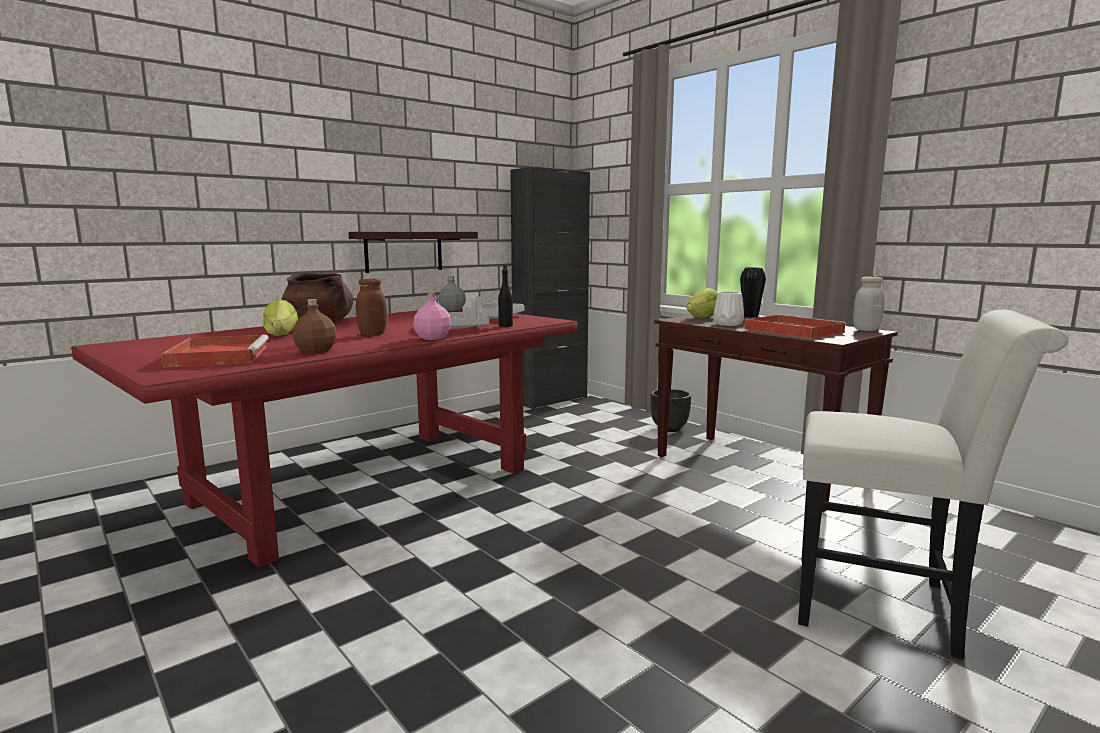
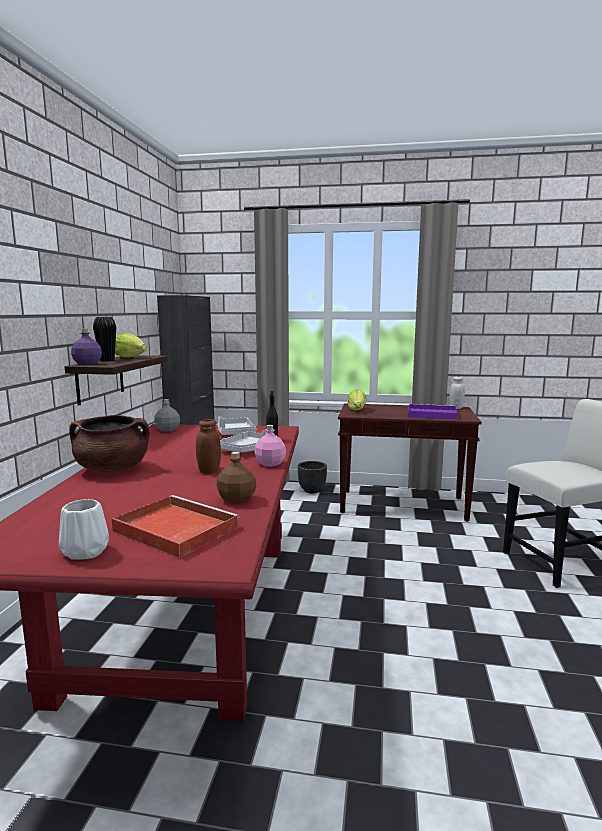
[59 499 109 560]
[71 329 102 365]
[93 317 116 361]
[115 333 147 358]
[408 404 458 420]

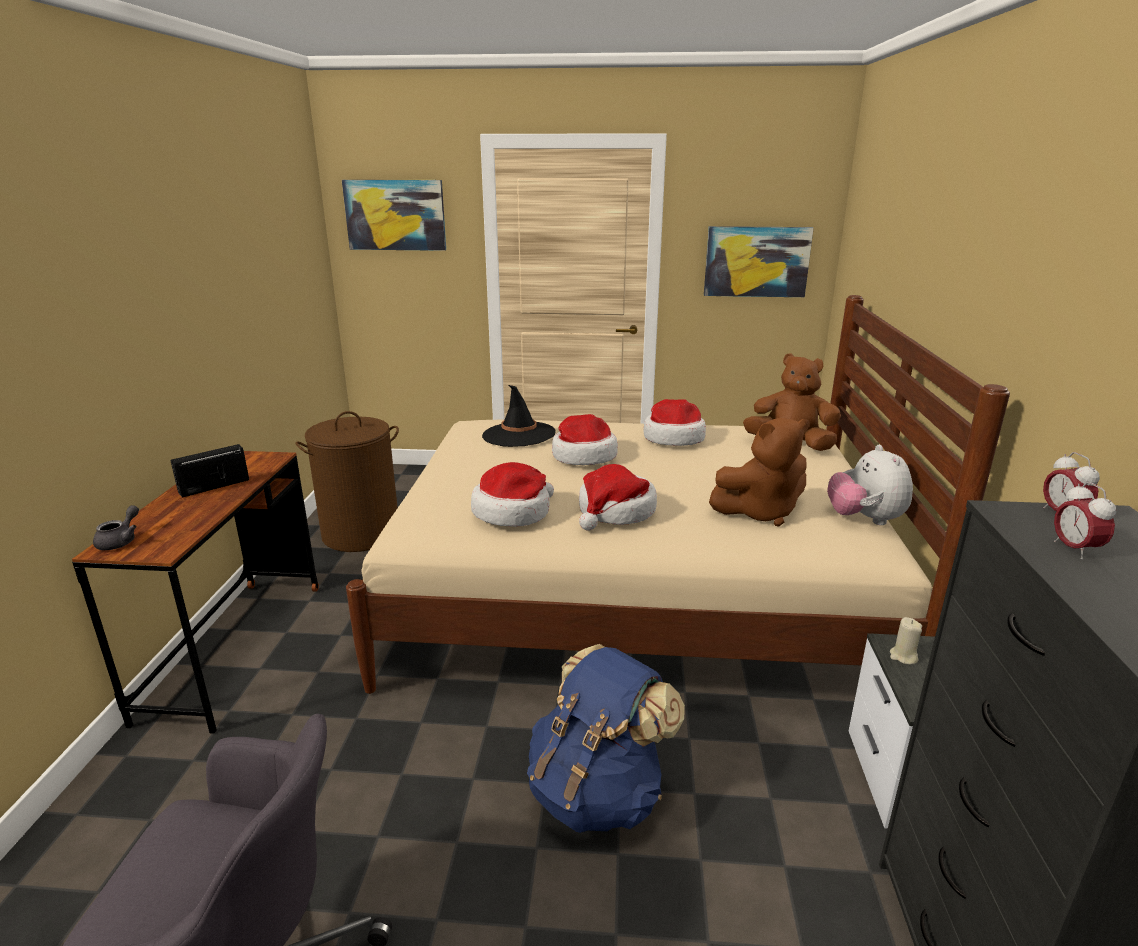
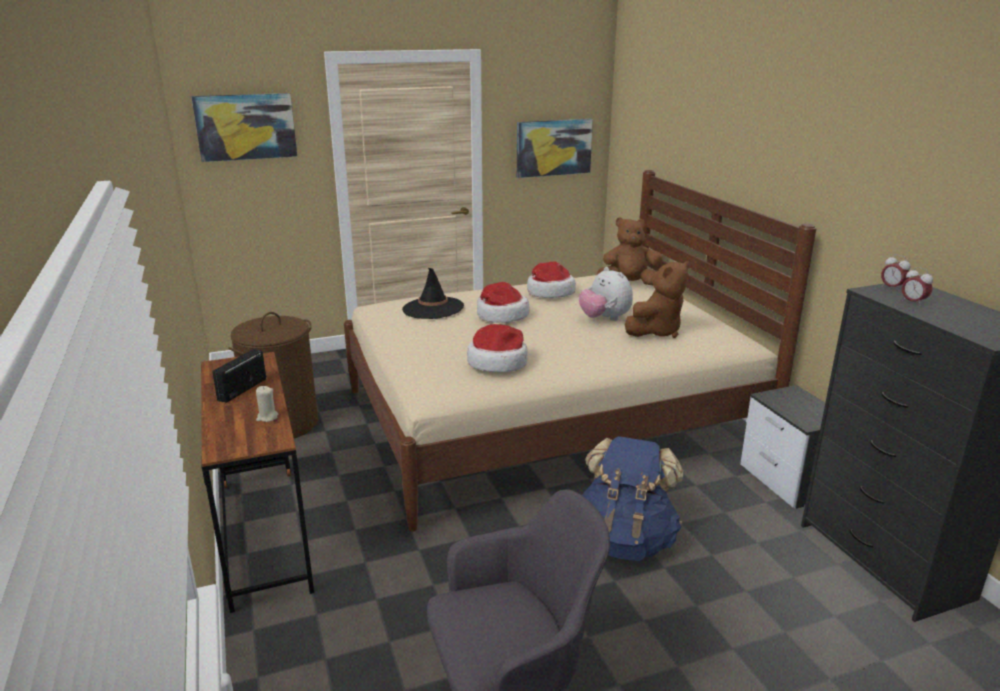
[256 386 278 422]
[579 267 633 321]
[93 505 139 550] (first image)
[579 464 657 531] (first image)

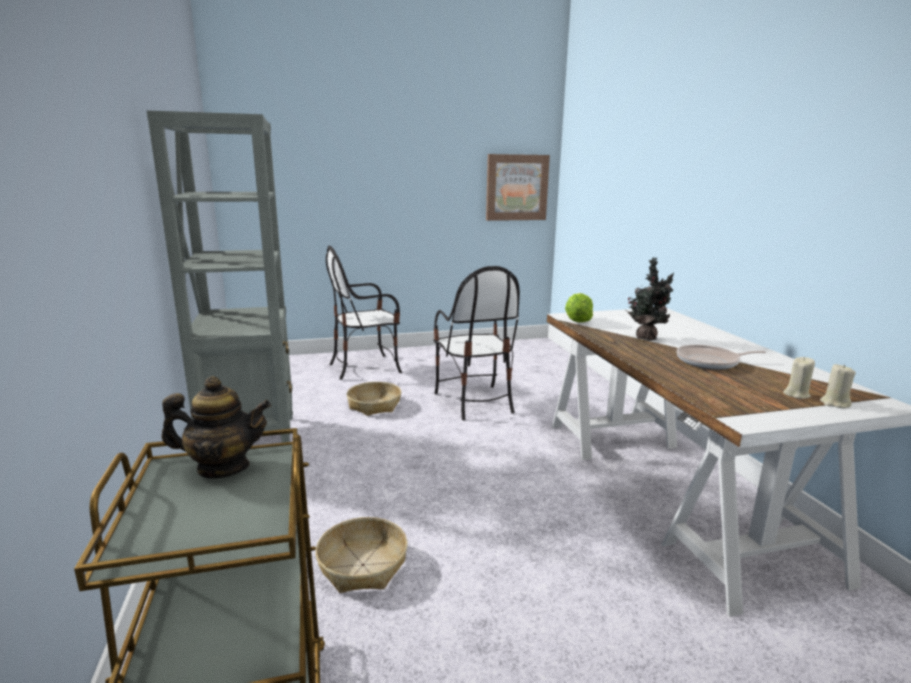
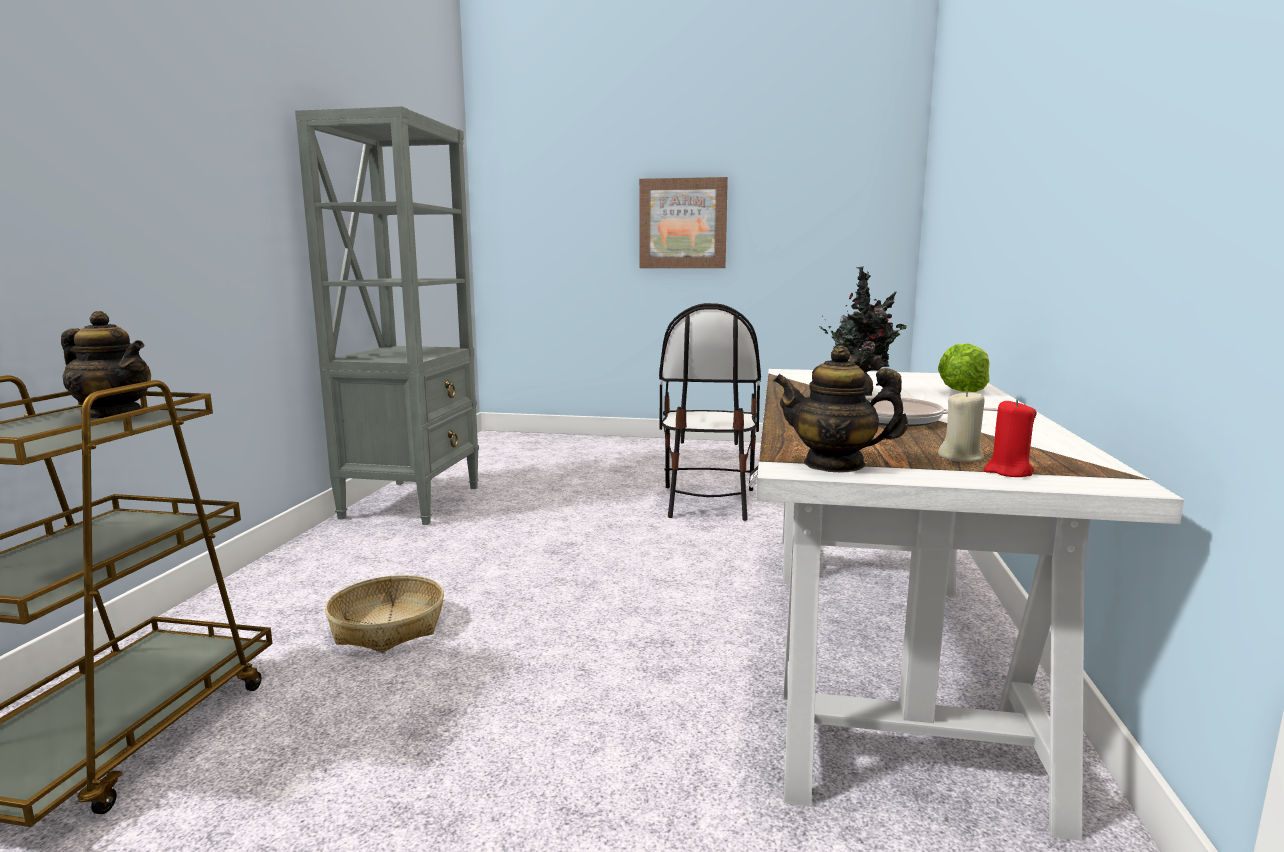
[639 177 728 268]
[773 346 908 473]
[938 344 990 392]
[984 399 1037 477]
[326 245 402 380] (first image)
[347 382 401 416] (first image)

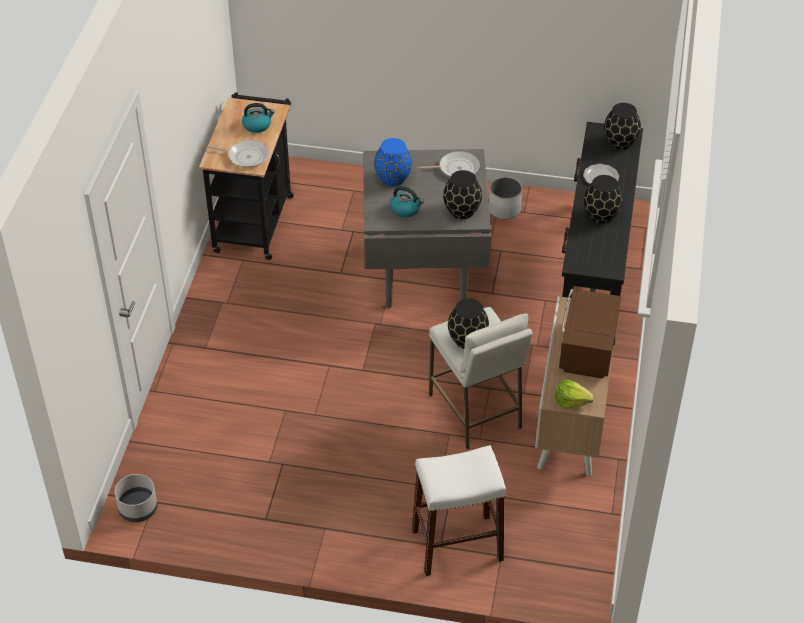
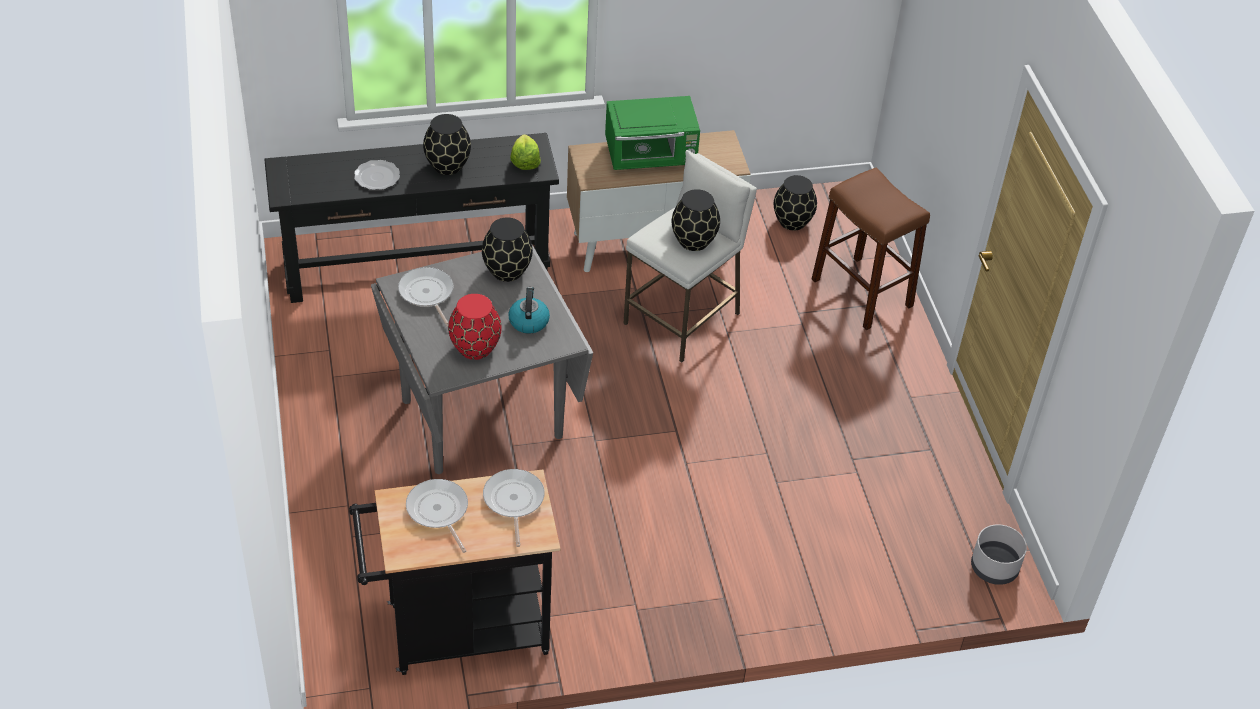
[406 479 468 553]
[448 294 502 360]
[510 134 541 170]
[605 96 700 170]
[774 175 817 230]
[812 168 930 330]
[489 177 522 220] (first image)

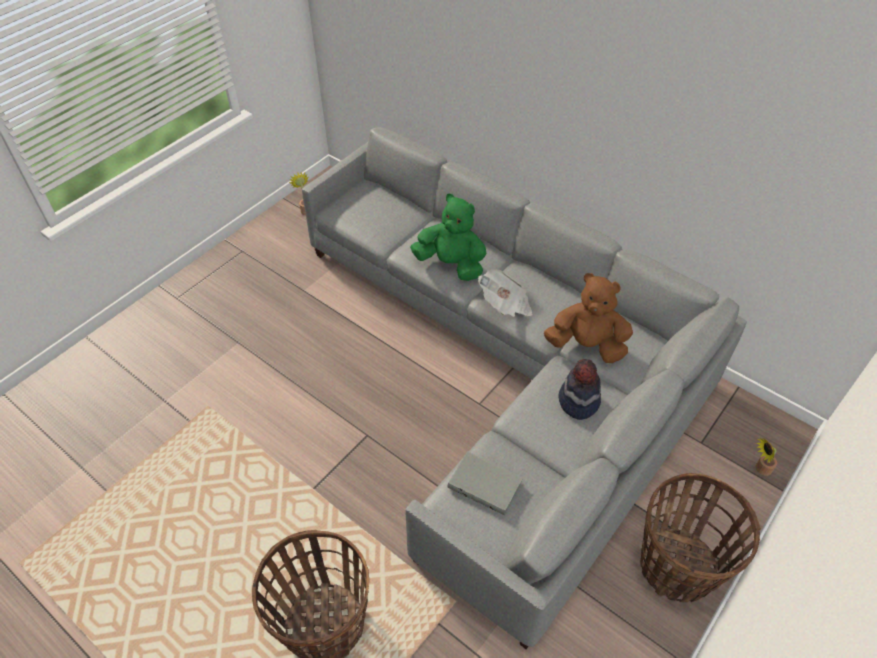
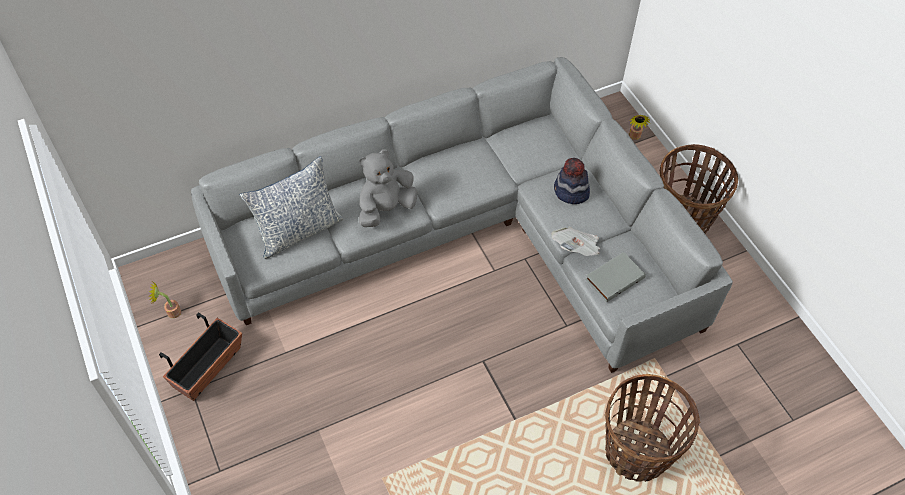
[159 313 242 401]
[240 156 343 259]
[359 150 417 227]
[551 227 600 256]
[544 273 633 363] (first image)

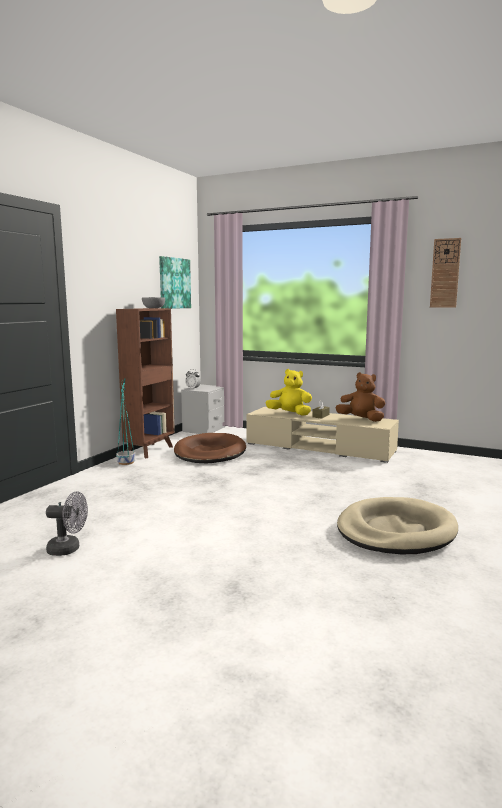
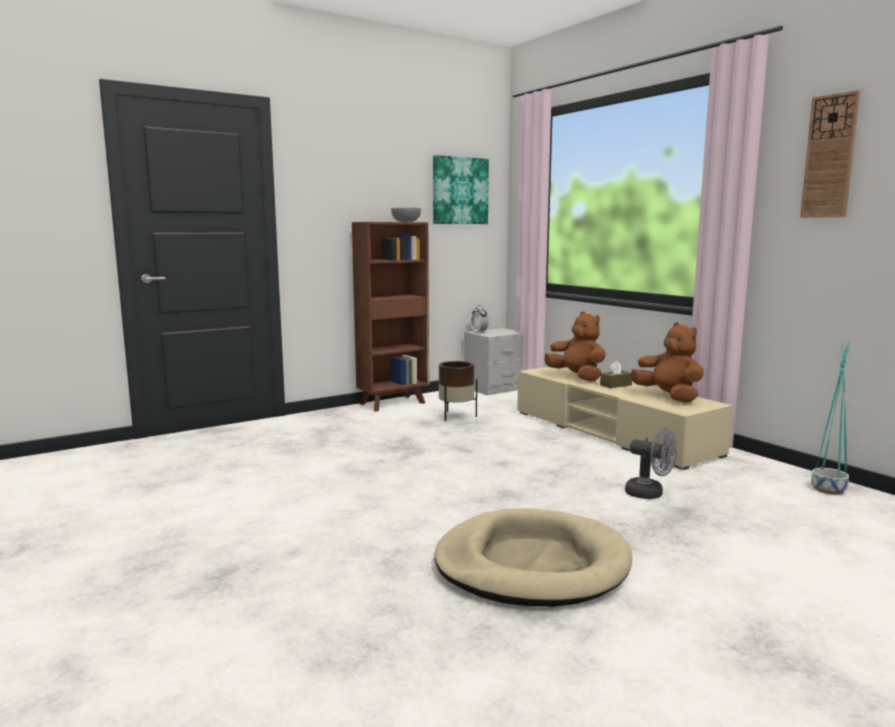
[439 361 477 421]
[544 312 606 381]
[625 428 678 499]
[811 342 849 494]

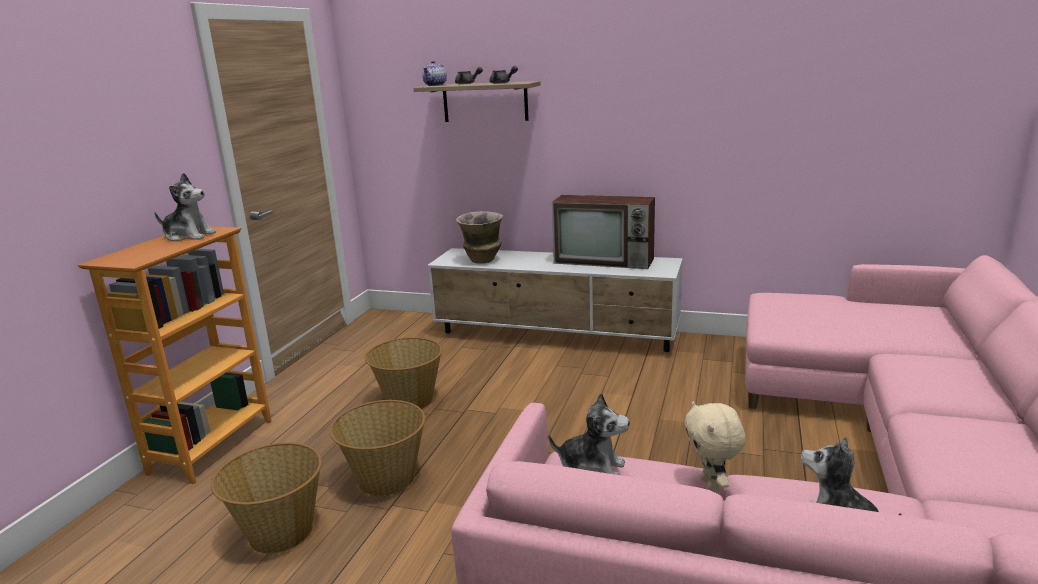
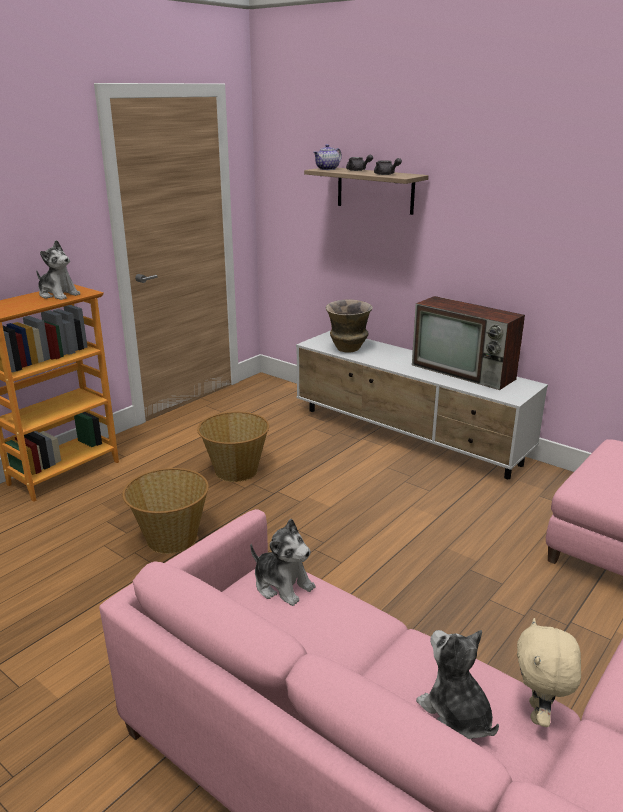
[517 618 581 727]
[211 442 322 554] (first image)

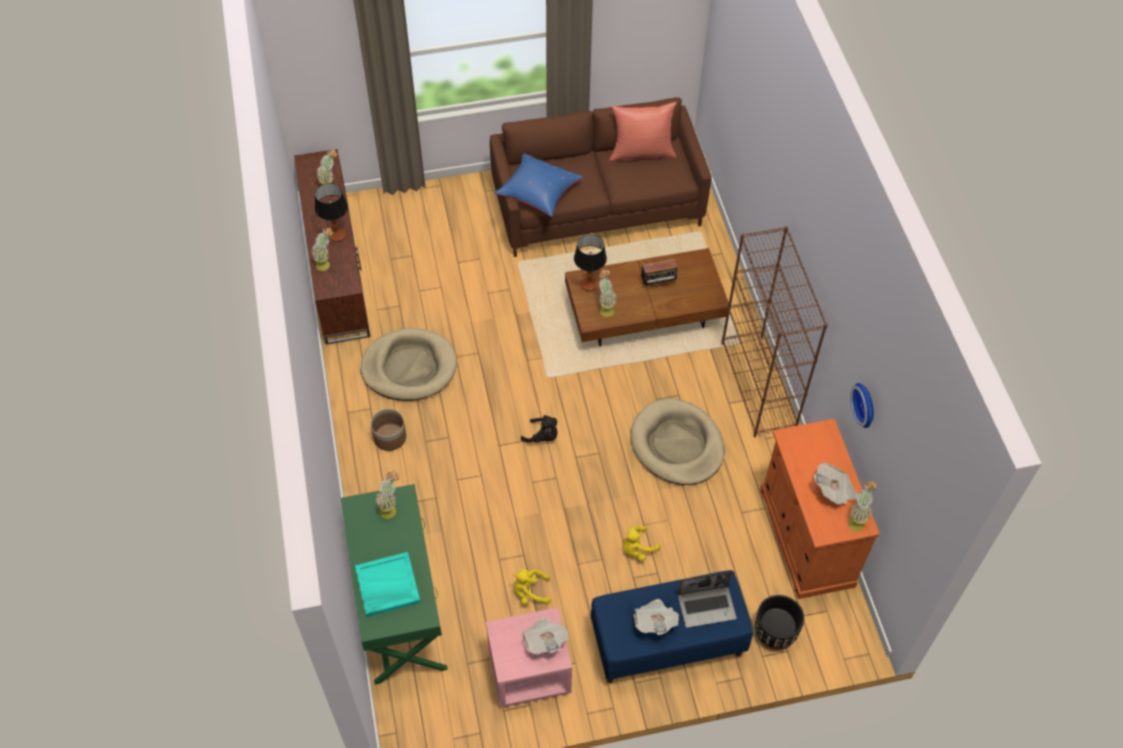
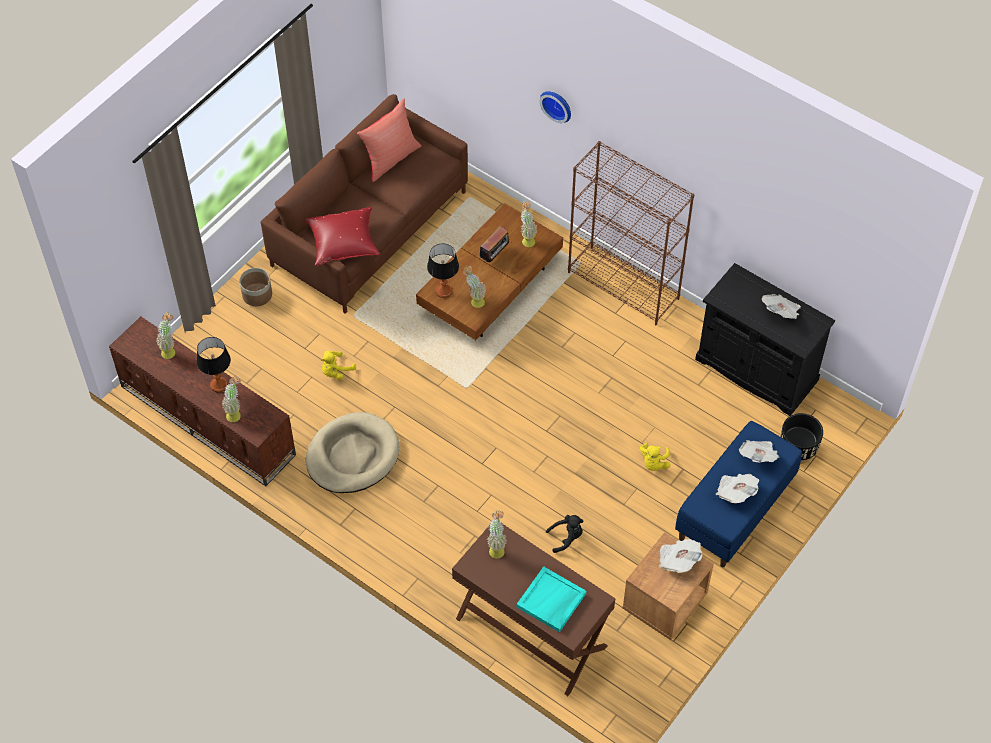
[239 268 272 306]
[305 207 380 266]
[321 351 356 380]
[452 520 615 696]
[520 201 537 247]
[540 91 571 123]
[546 515 583 553]
[622 532 714 640]
[695 263 835 416]
[739 440 779 462]
[630 398 725 485] (first image)

